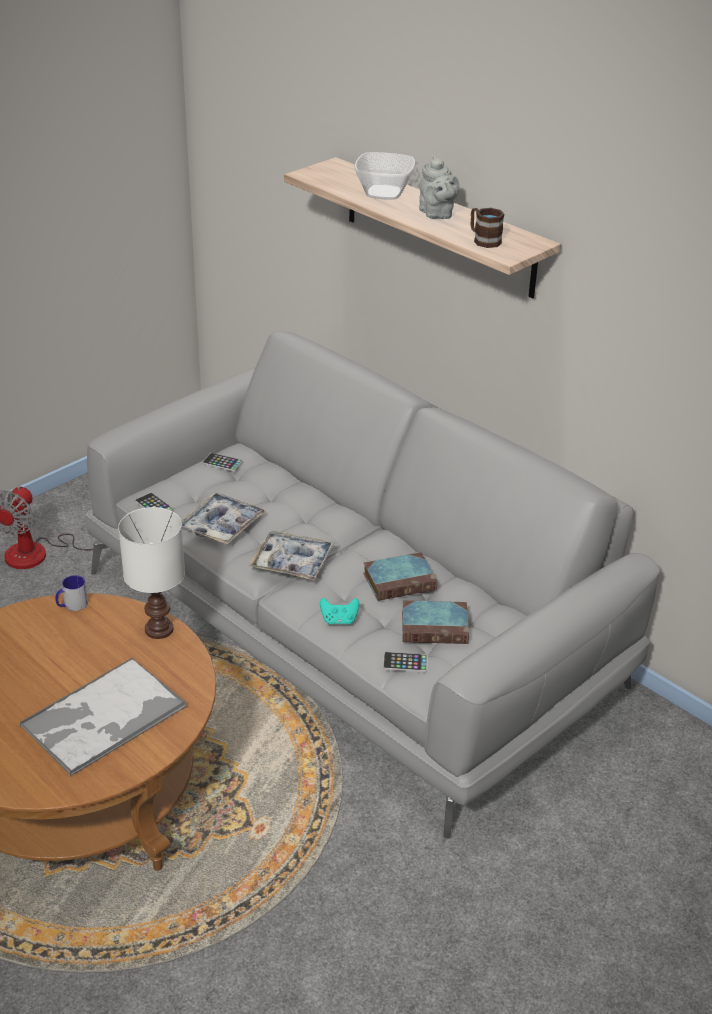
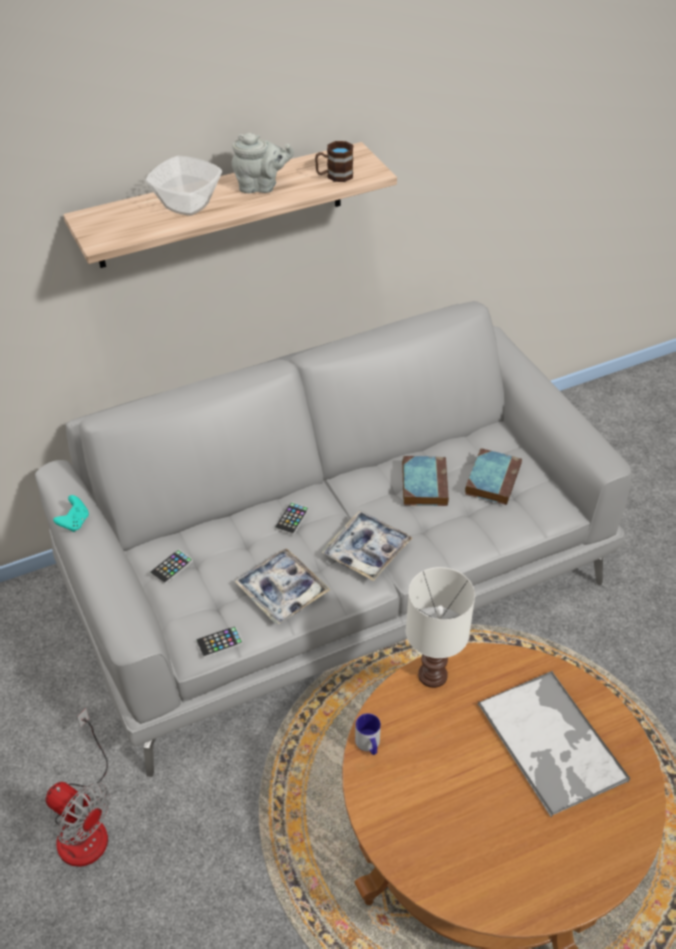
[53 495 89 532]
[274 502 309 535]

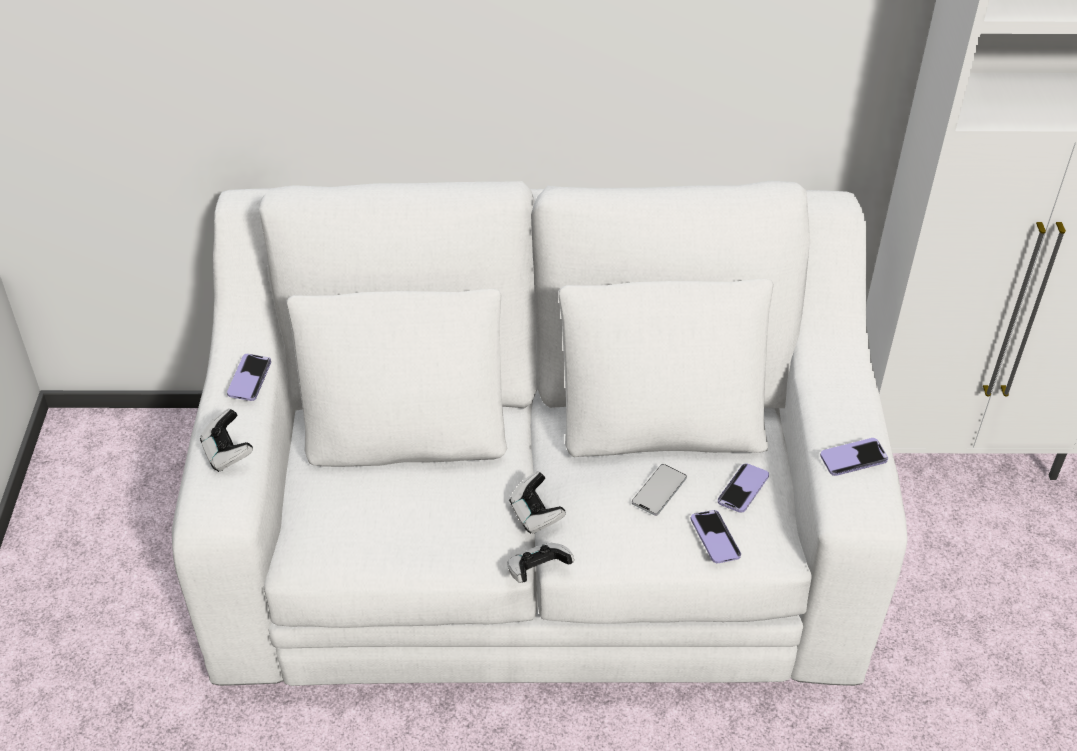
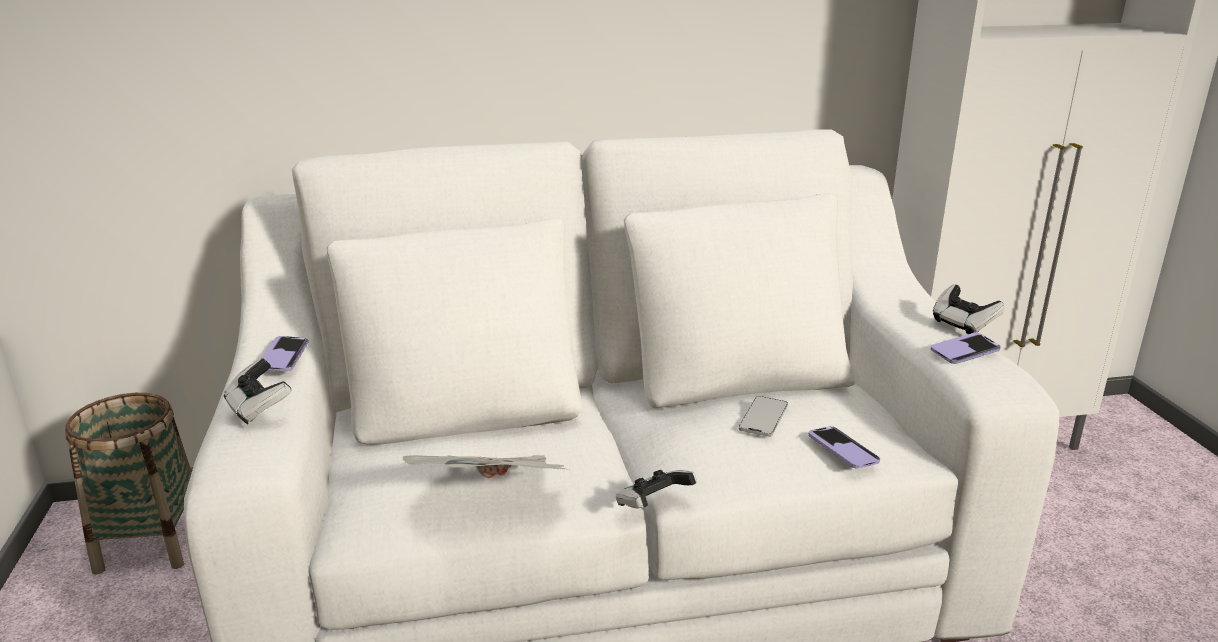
[65 393 192 575]
[402 455 569 478]
[933 285 1005 334]
[718 463 769 513] (first image)

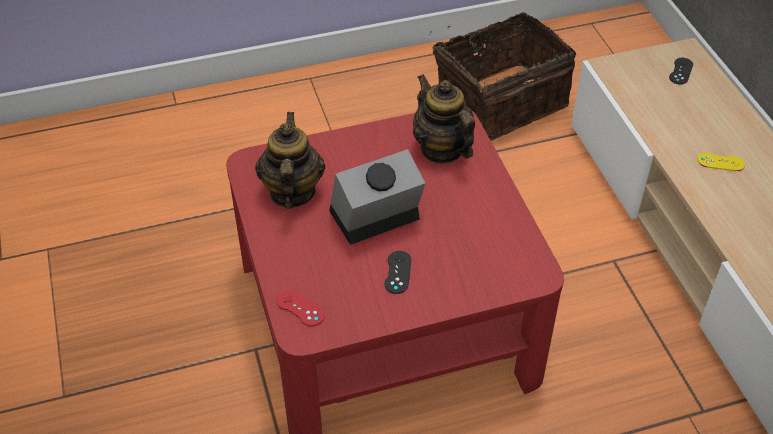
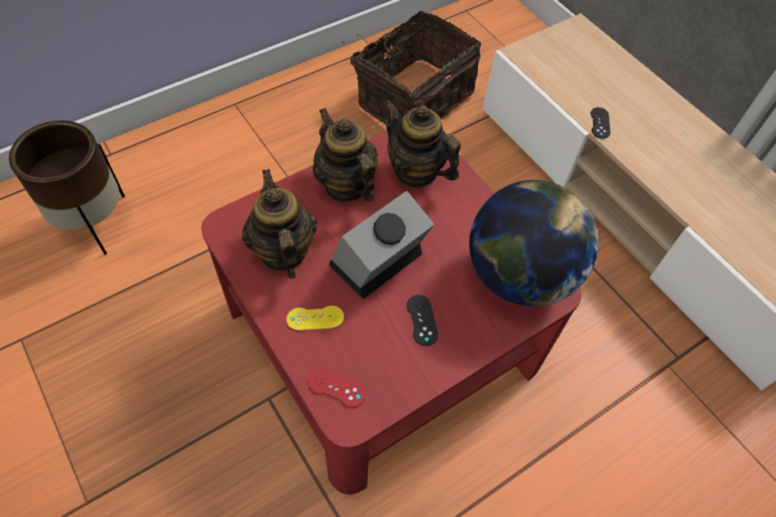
[9 120 125 255]
[286 306 344 331]
[313 108 378 202]
[469 180 599 306]
[590 107 610 139]

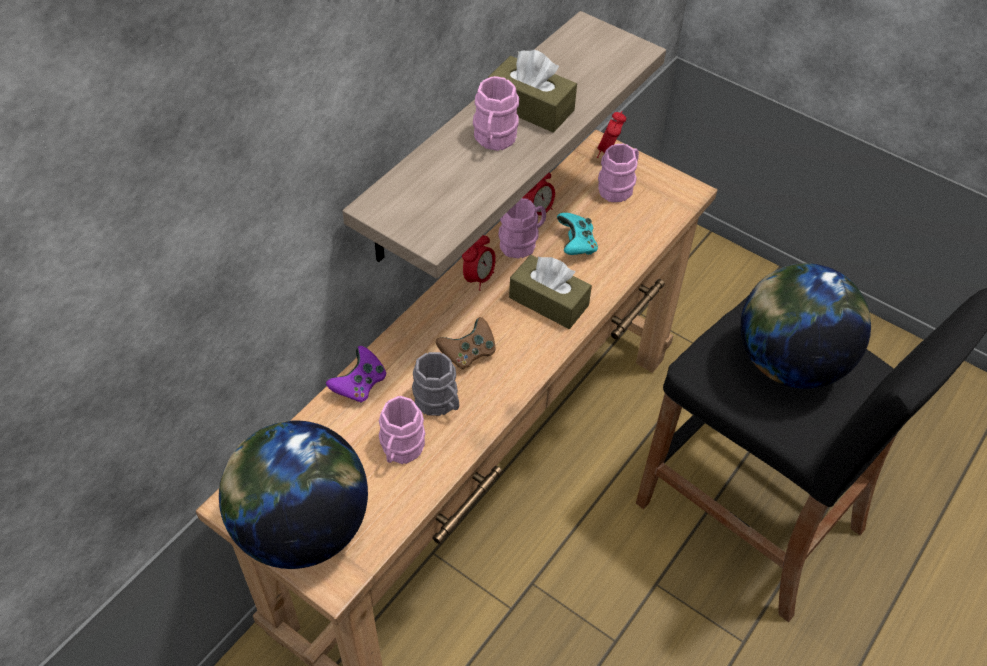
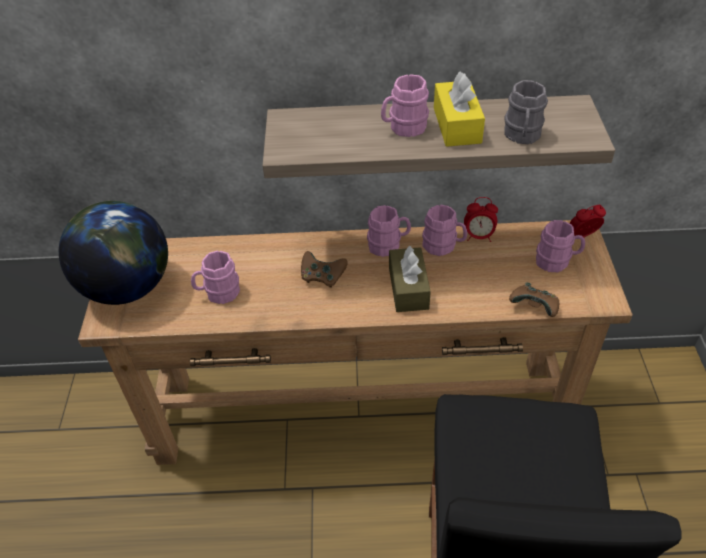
[367 205 411 257]
[434 71 485 147]
[504 80 548 144]
[509 282 559 317]
[326 346 386 403] (first image)
[557 213 598 255] (first image)
[740 263 871 389] (first image)

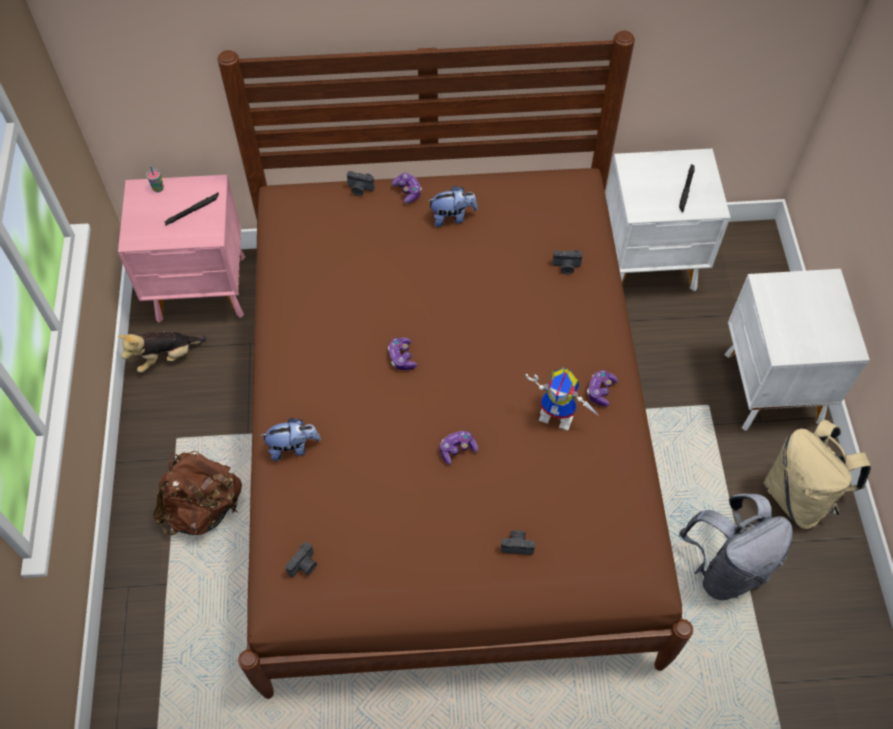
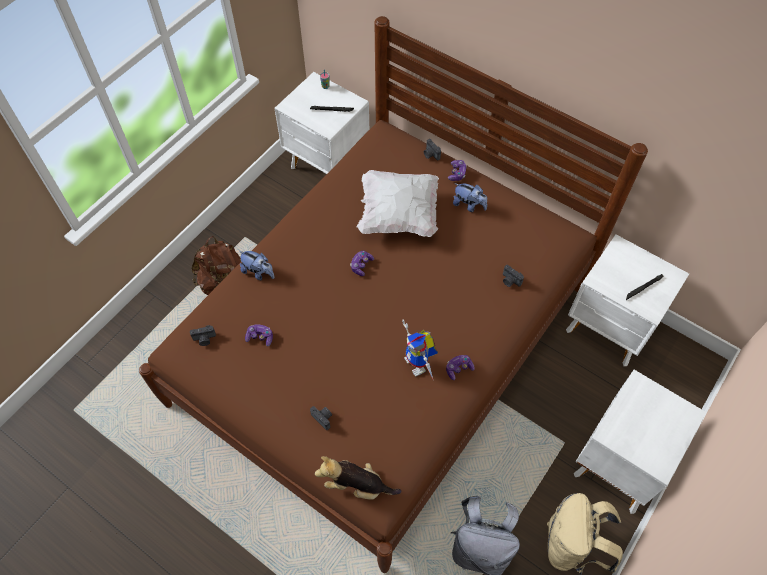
[245 324 273 347]
[274 72 369 174]
[315 456 401 500]
[357 170 439 237]

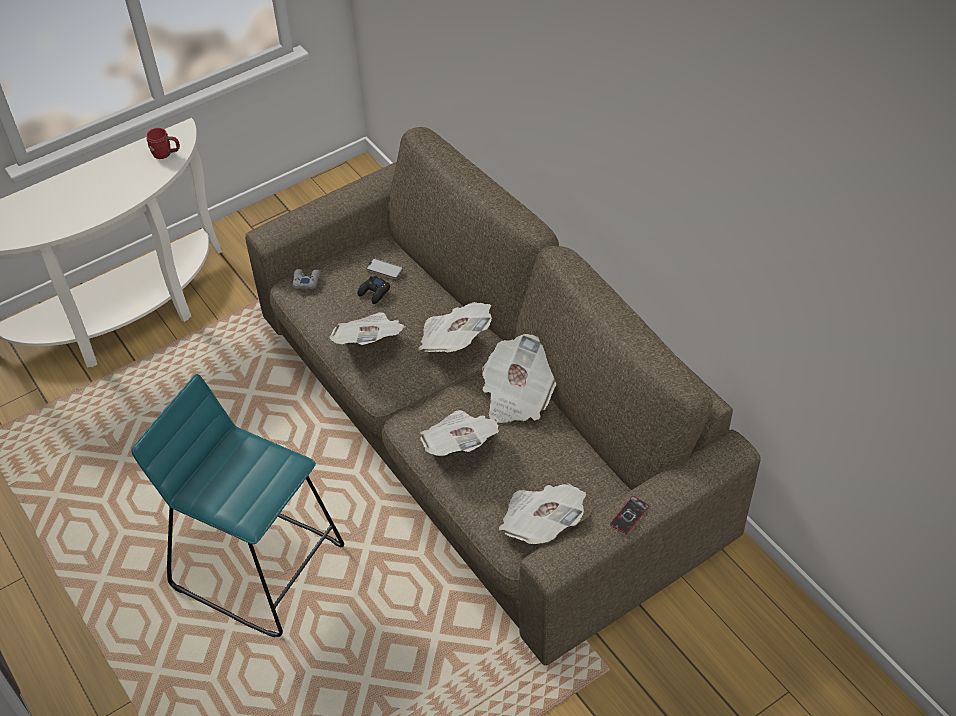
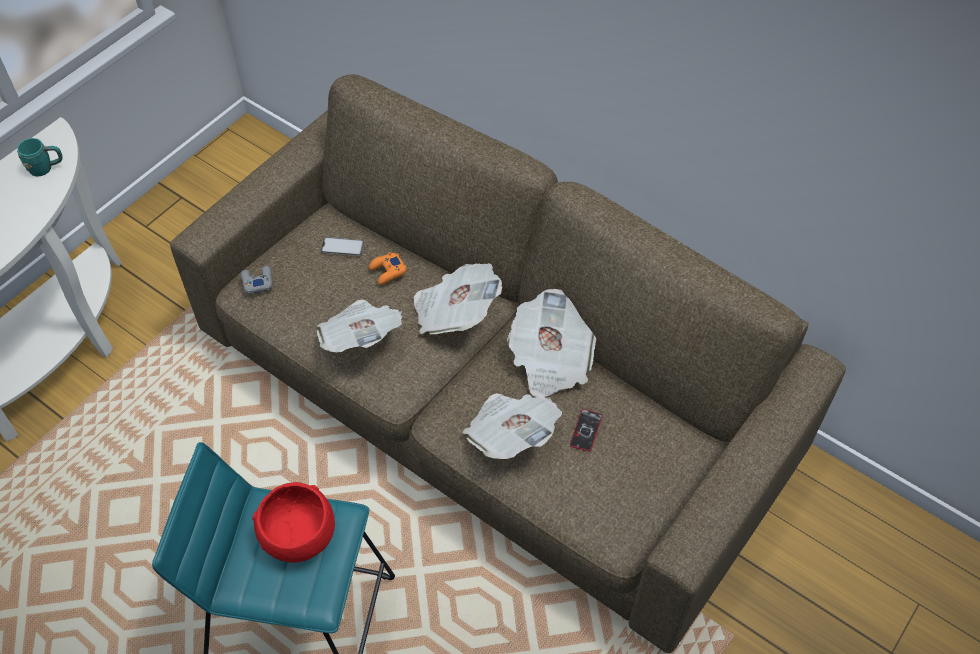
[17 138 63 176]
[252 482 335 563]
[369 252 407 285]
[570 409 603 452]
[358 276 390 304] (first image)
[498 484 586 544] (first image)

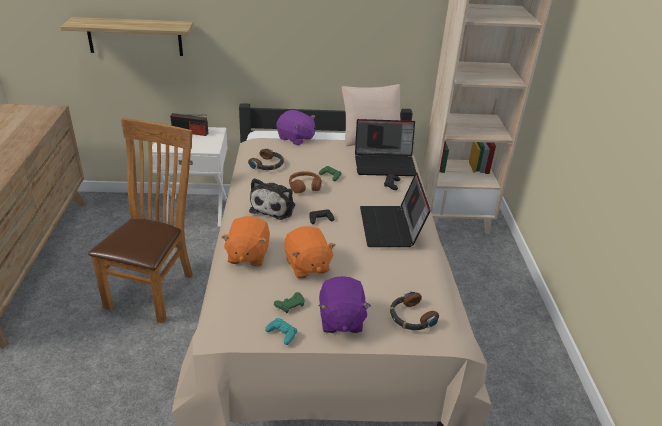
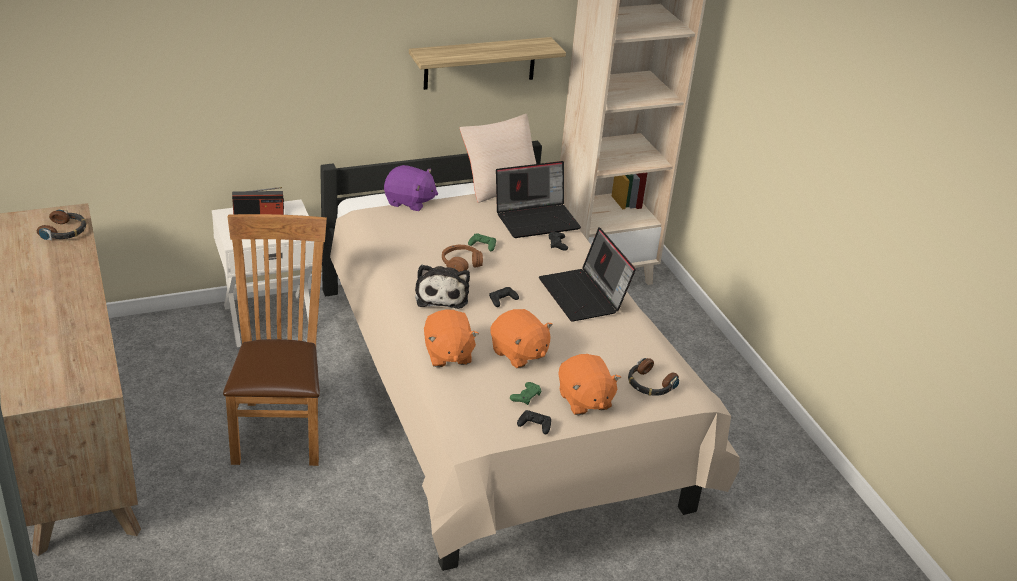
[37 209 86 240]
[409 37 566 90]
[517 410 551 434]
[559 354 621 415]

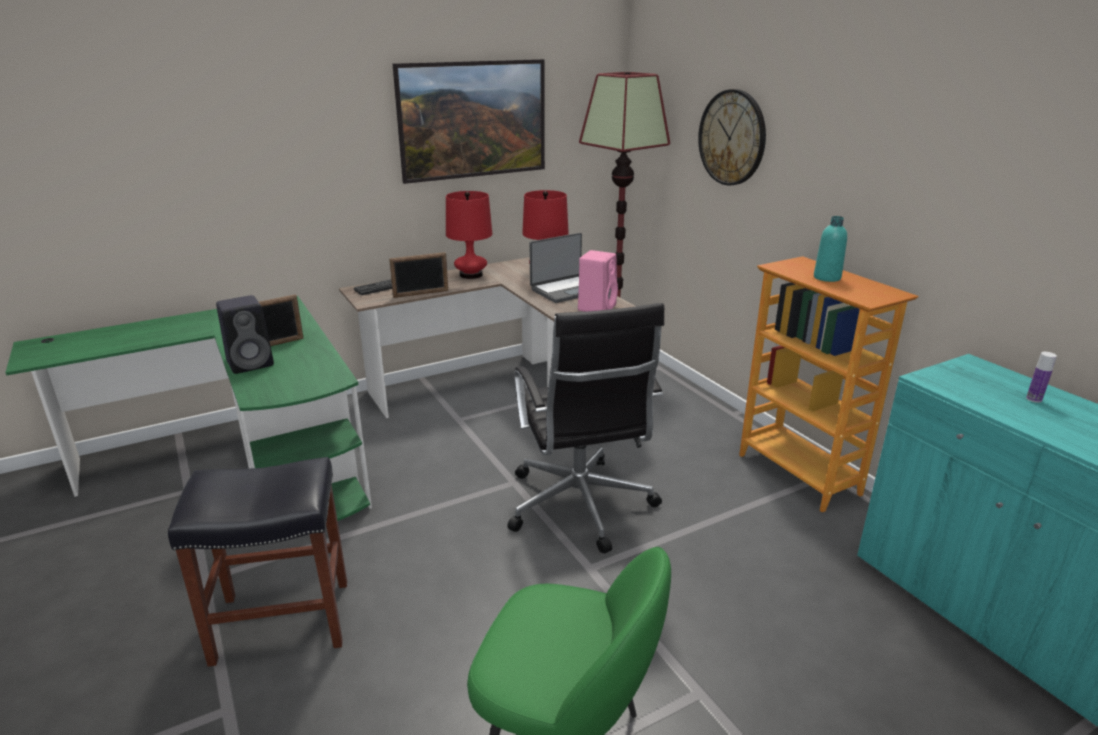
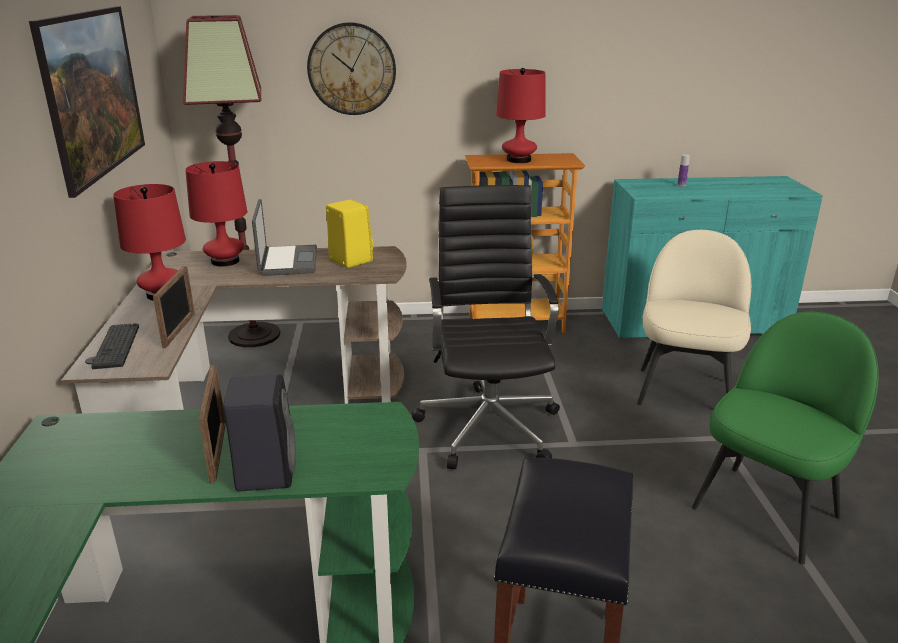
[326 199 373 268]
[412 185 560 470]
[496 68 546 163]
[637 230 751 405]

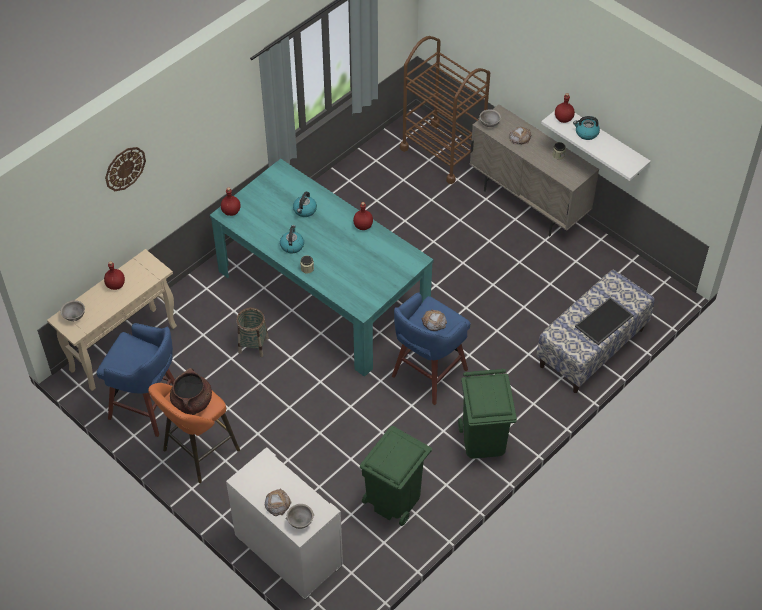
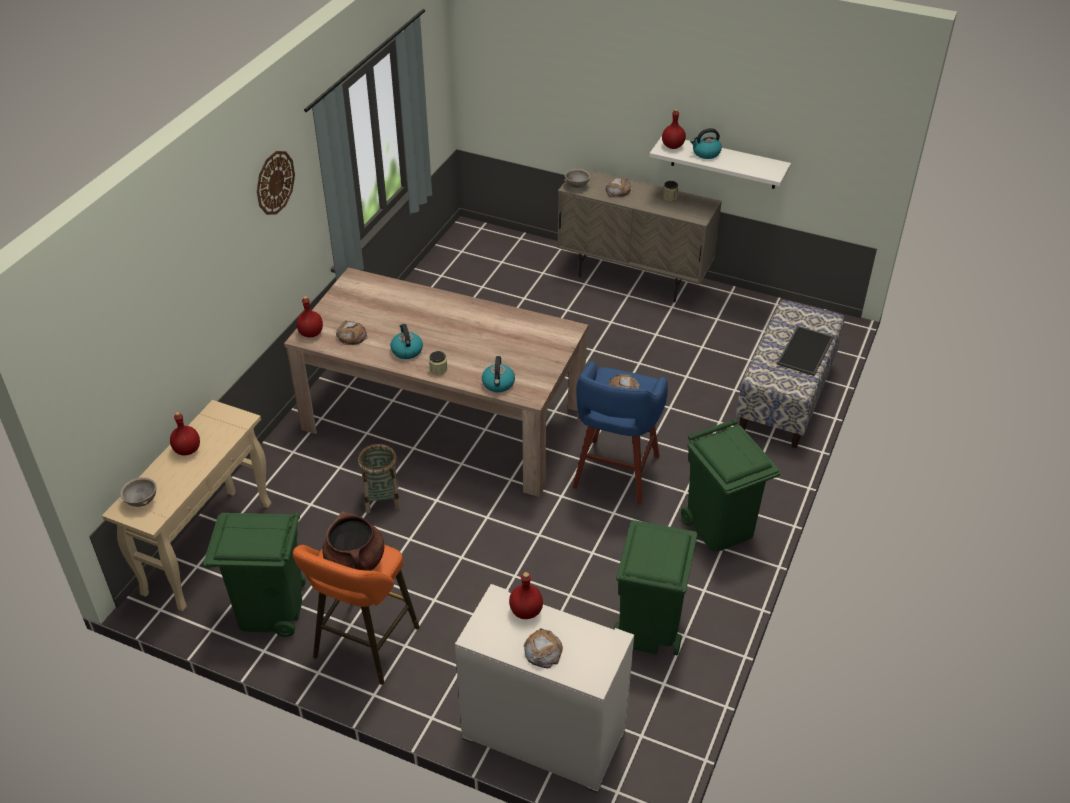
[203 512 306 637]
[257 151 295 215]
[284 267 589 497]
[336 320 367 345]
[482 356 515 392]
[509 572 543 619]
[285 504 315 529] (first image)
[400 36 490 184] (first image)

